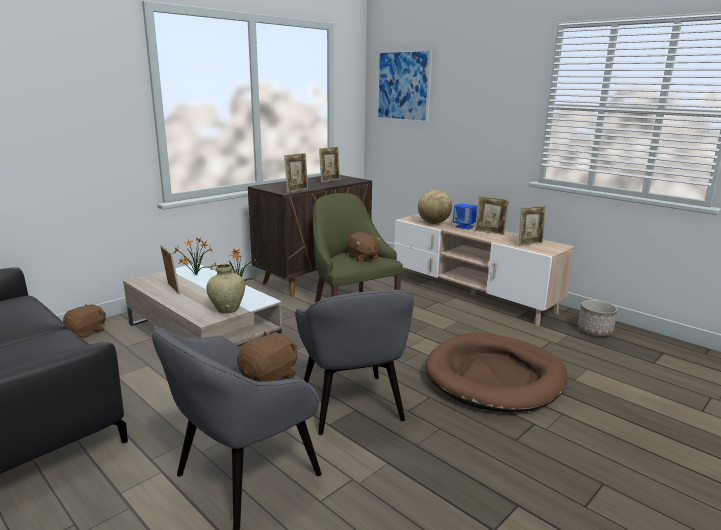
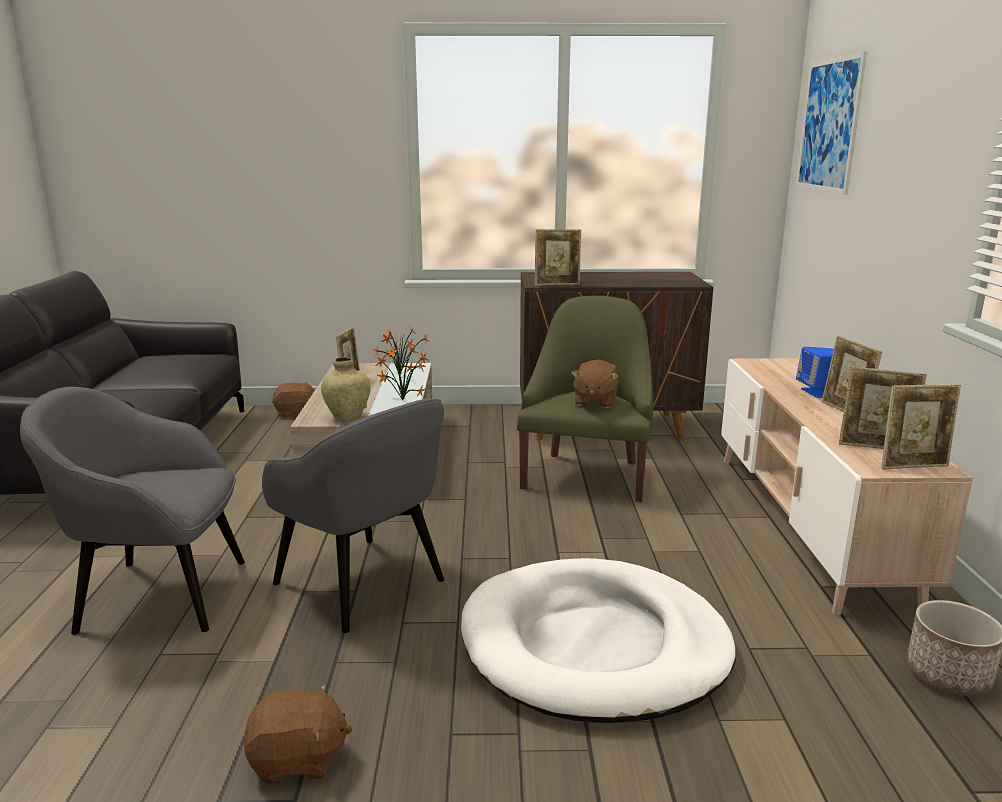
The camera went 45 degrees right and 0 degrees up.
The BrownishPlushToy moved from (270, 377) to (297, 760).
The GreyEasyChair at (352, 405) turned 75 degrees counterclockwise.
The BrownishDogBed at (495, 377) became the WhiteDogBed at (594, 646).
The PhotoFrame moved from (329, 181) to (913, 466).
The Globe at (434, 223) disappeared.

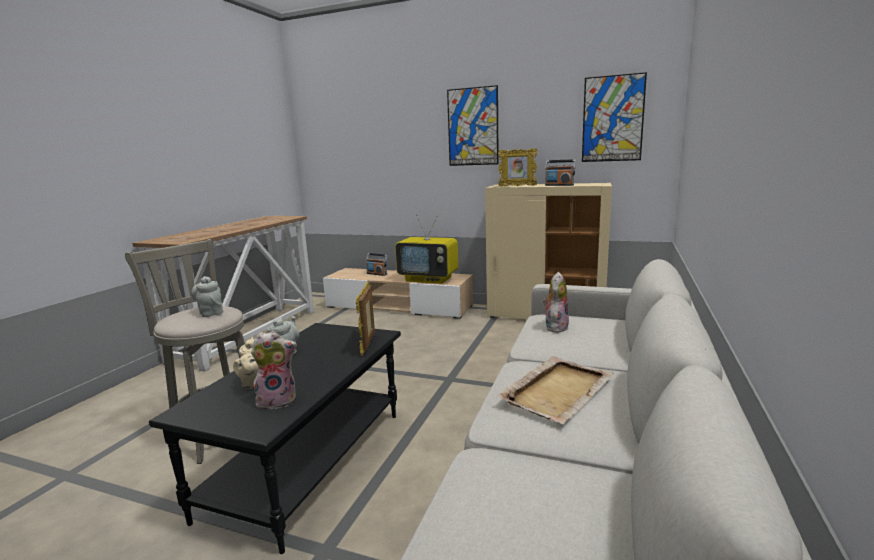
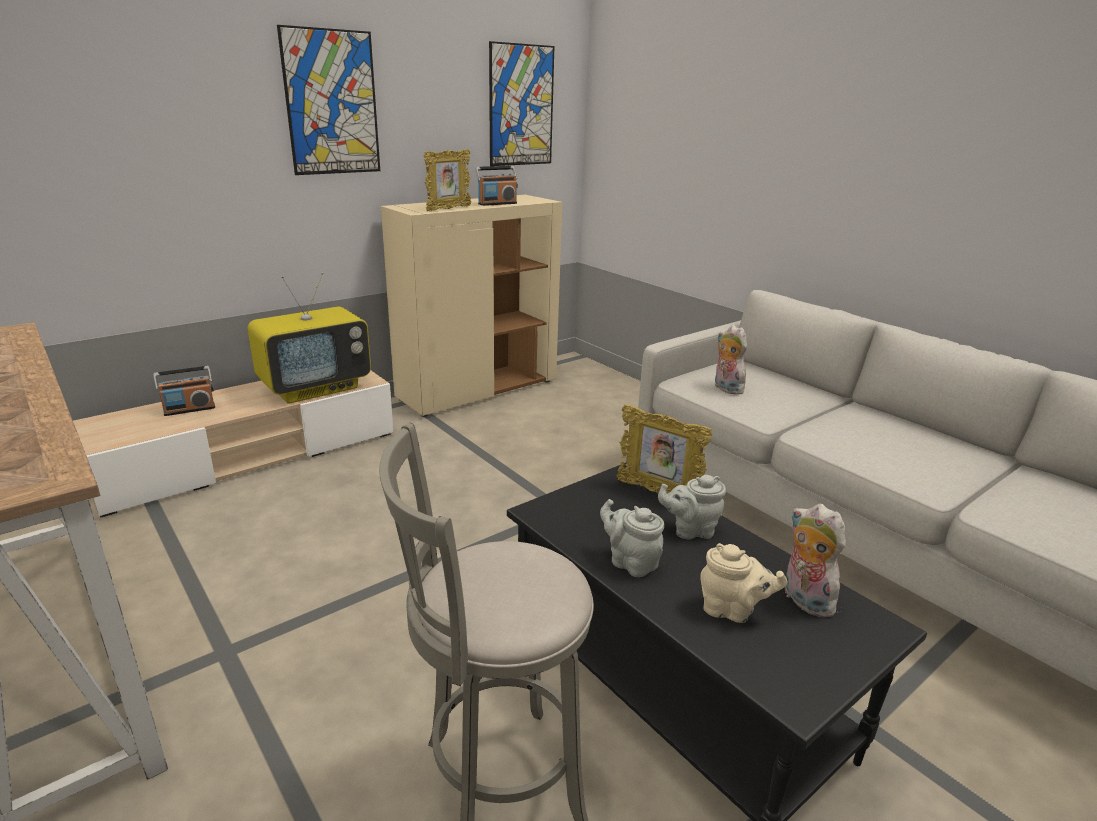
The camera went 60 degrees left and 10 degrees up.
The GreyTeaPot moved from (210, 312) to (690, 530).
The PlushToy at (278, 400) turned 45 degrees counterclockwise.
The BeigeColouredCarryingTray at (558, 390) disappeared.

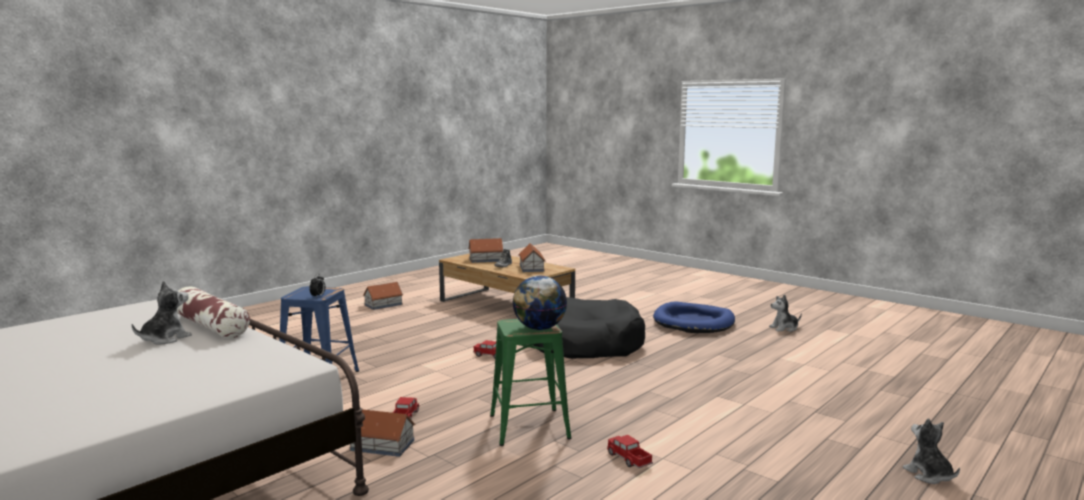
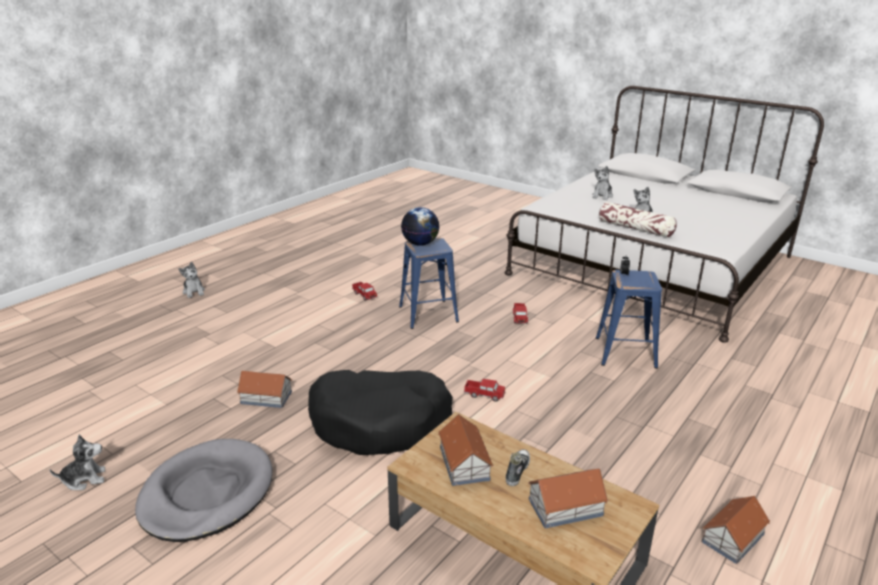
The camera went 175 degrees right and 15 degrees up.
The BluishDogBed at (694, 322) became the GreyDogBed at (207, 493).
The ToyHouse moved from (382, 445) to (265, 397).
The GreenStool at (529, 426) became the BluishStool at (428, 314).
The PlushToy at (602, 196) appeared.

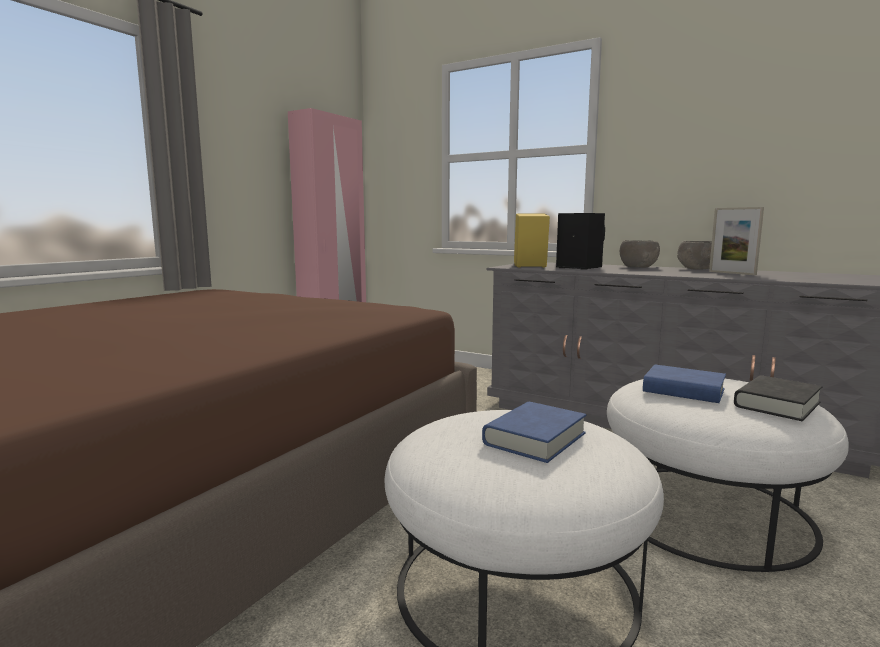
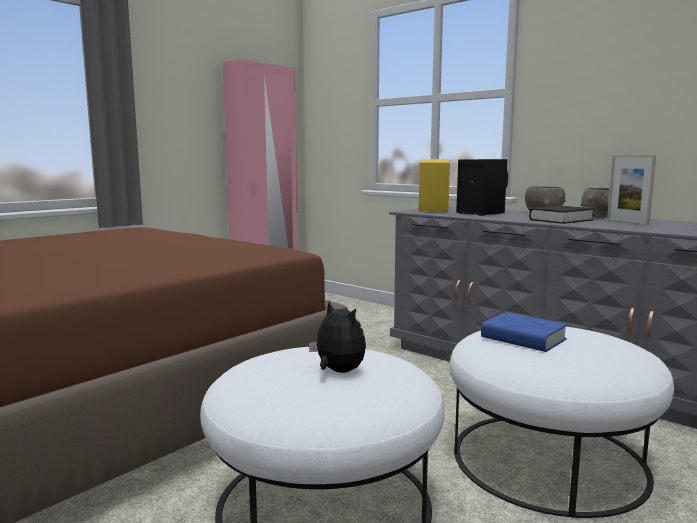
The camera went 10 degrees right and 0 degrees up.
The BluishVolume at (535, 439) was replaced by the PlushToy at (338, 372).
The BlackishVolume moved from (777, 404) to (561, 220).

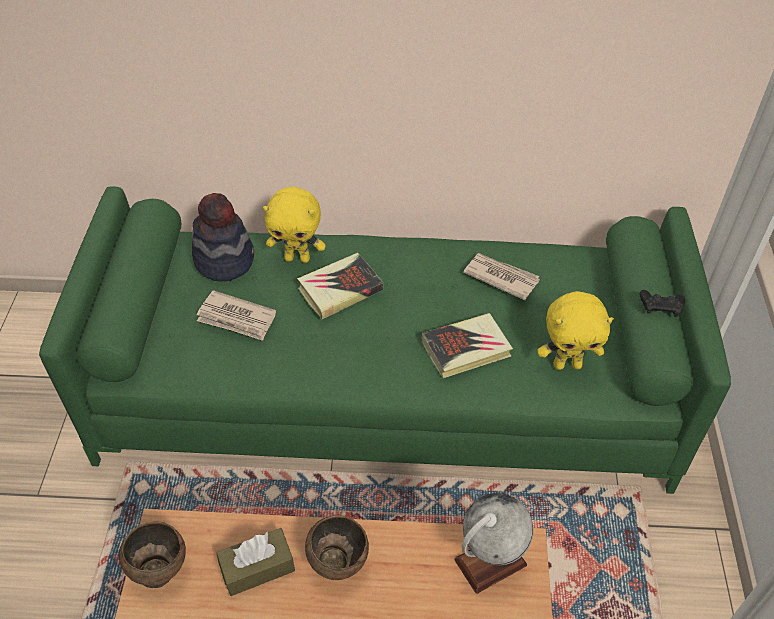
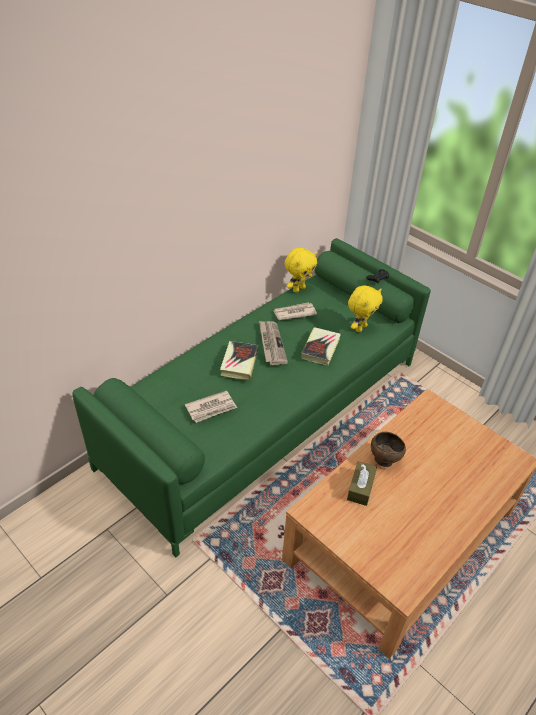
The camera went 50 degrees left and 5 degrees down.
The PrintedPaper at (271, 343) appeared.
The YellowishPlushToy moved from (298, 258) to (298, 289).
The BrownishDeepDish at (159, 570) disappeared.
The Hat at (225, 259) disappeared.
The Globe at (490, 562) disappeared.

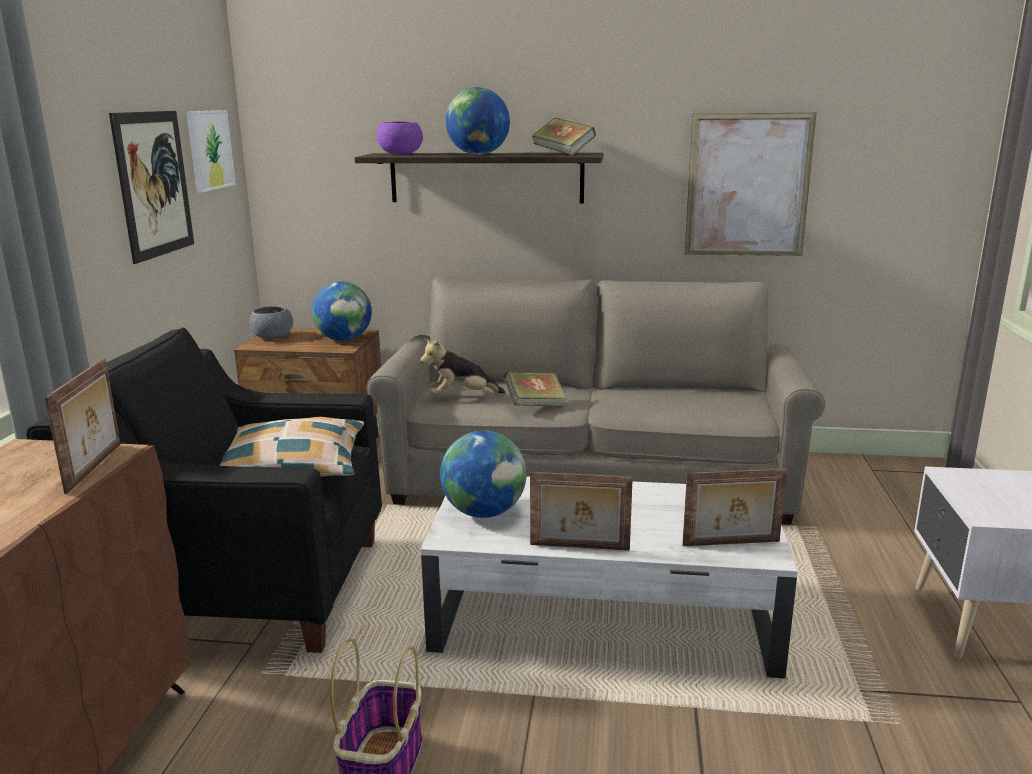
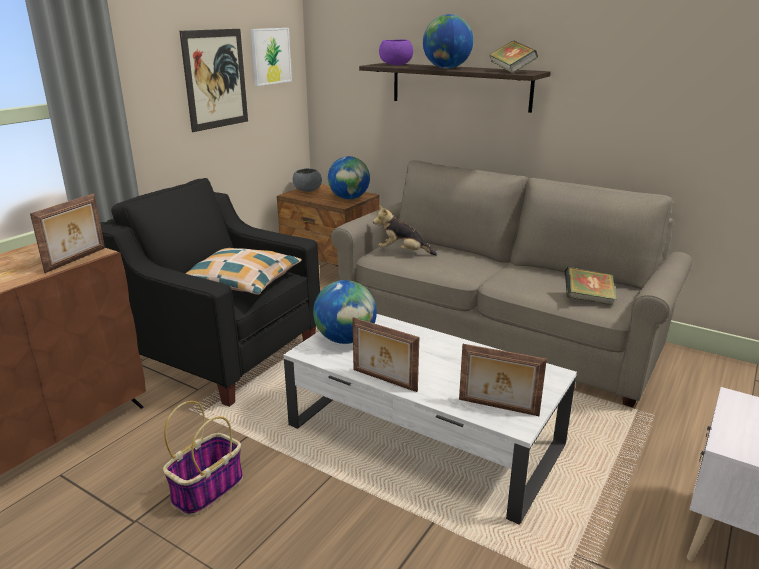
The camera went 25 degrees right and 5 degrees up.
The Volume moved from (535, 405) to (587, 300).
The WallArt at (748, 185) disappeared.

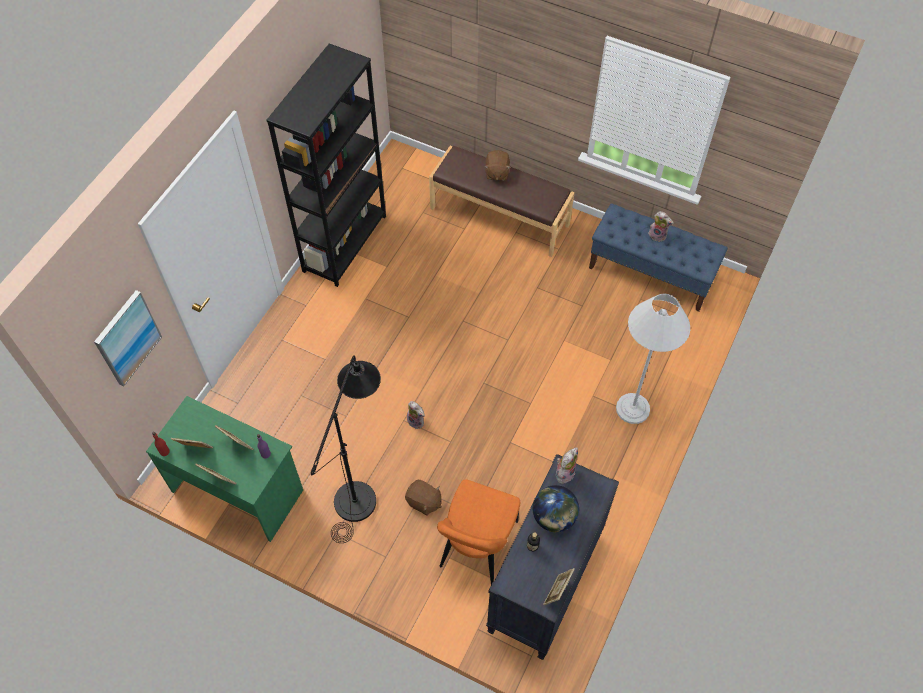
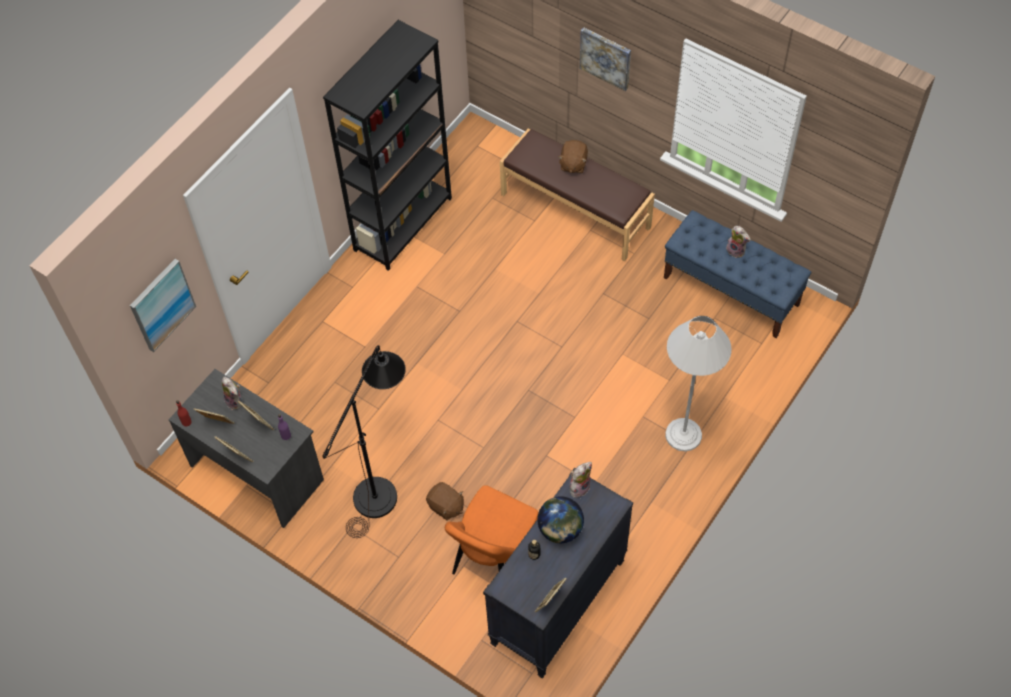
The camera went 10 degrees right and 0 degrees up.
The GreenDesk at (238, 489) became the GreyDesk at (257, 471).
The PlushToy moved from (417, 421) to (235, 401).
The WallArt at (606, 57) appeared.

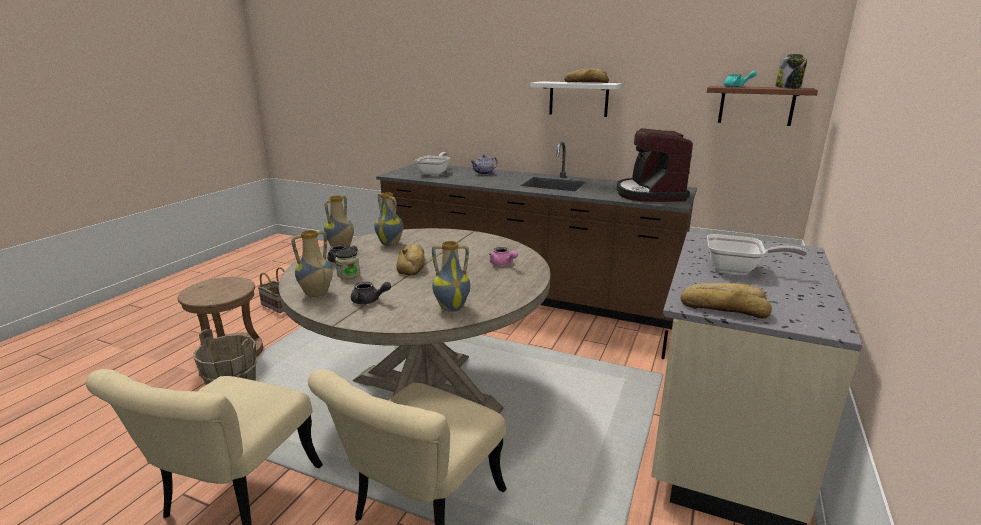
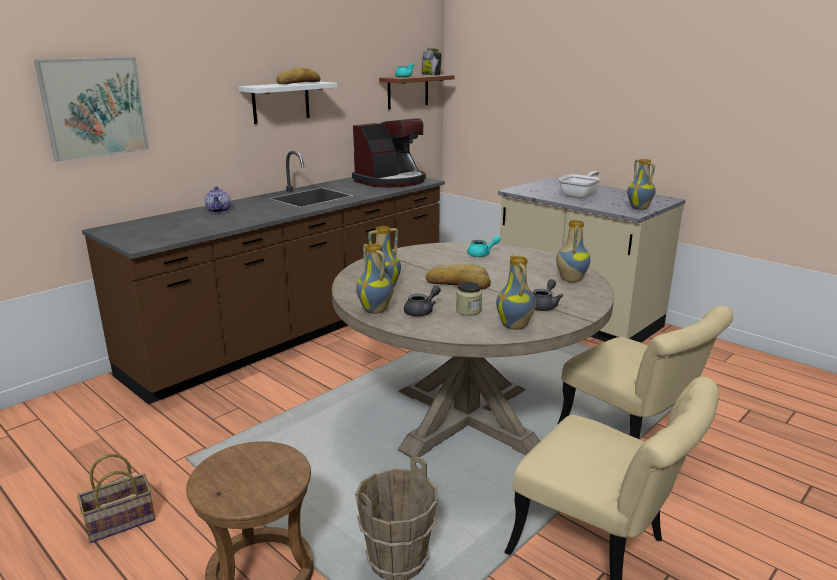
The camera went 70 degrees left and 0 degrees up.
The WallArt at (94, 107) appeared.
The CoffeeMaker at (650, 194) turned 60 degrees counterclockwise.
The PinkishTeaPot at (503, 264) became the TurquoiseTeaPot at (482, 254).
The Bread at (724, 307) was replaced by the FlowerVase at (639, 208).
The Skillet at (435, 172) disappeared.

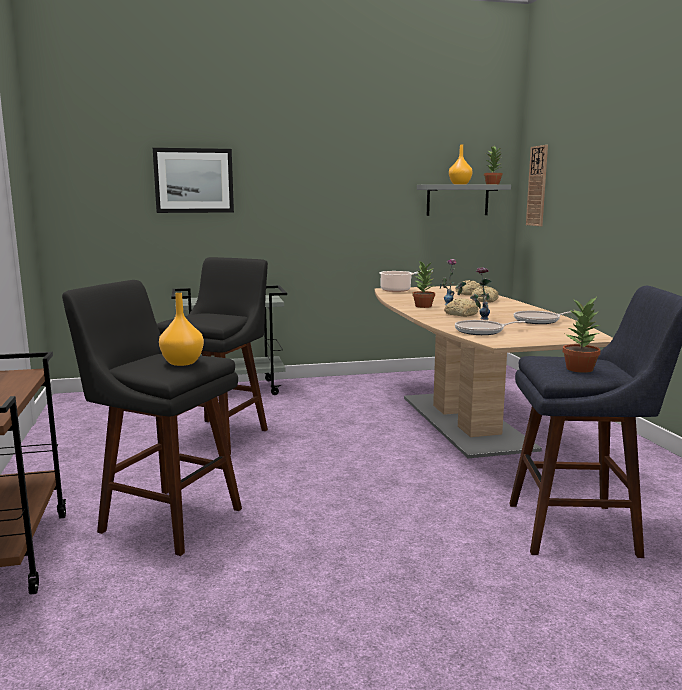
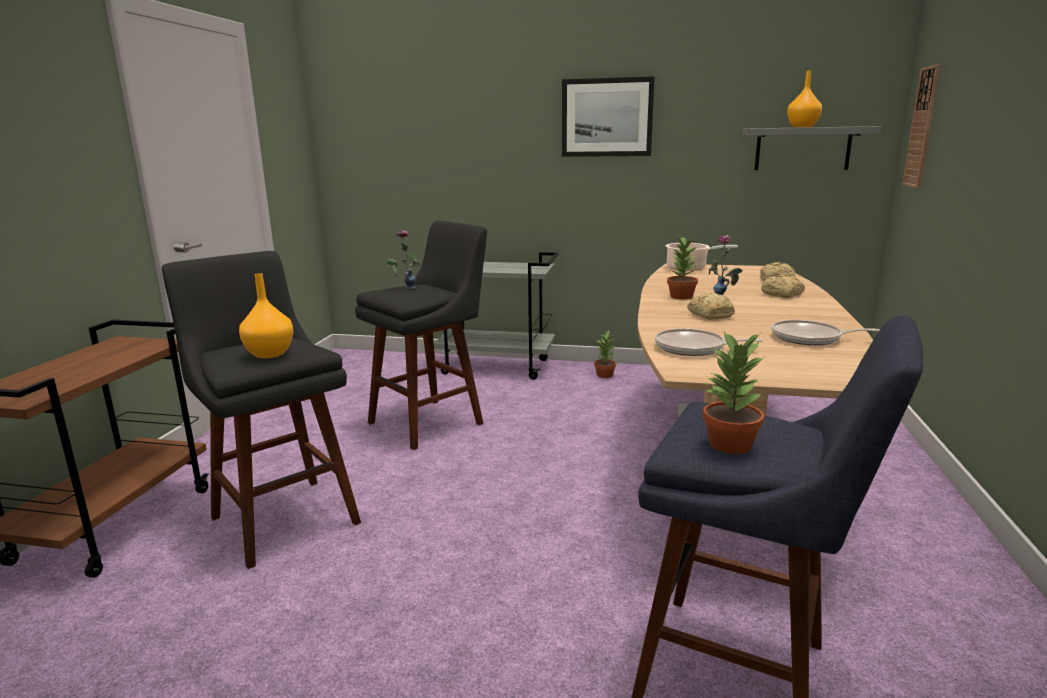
The camera went 25 degrees right and 5 degrees up.
The FlowerVase moved from (479, 319) to (404, 288).
The WallArt moved from (194, 180) to (607, 117).
The PlantInAPot moved from (493, 184) to (605, 375).

